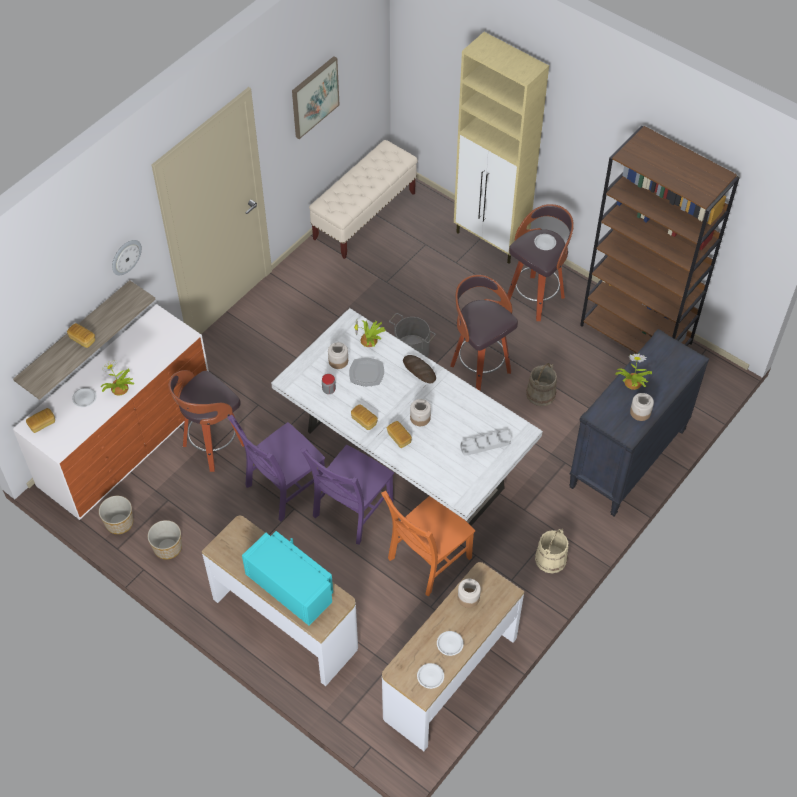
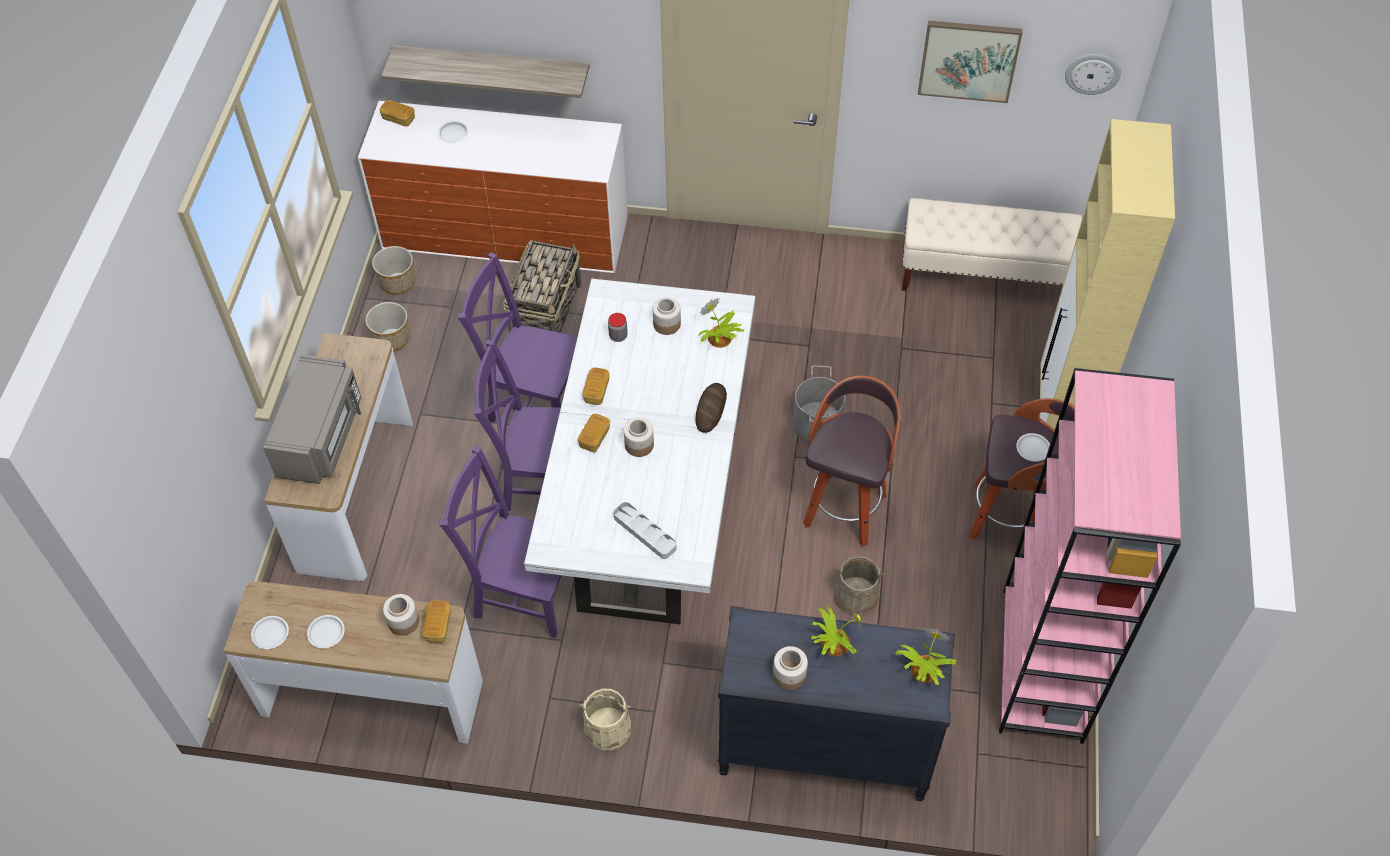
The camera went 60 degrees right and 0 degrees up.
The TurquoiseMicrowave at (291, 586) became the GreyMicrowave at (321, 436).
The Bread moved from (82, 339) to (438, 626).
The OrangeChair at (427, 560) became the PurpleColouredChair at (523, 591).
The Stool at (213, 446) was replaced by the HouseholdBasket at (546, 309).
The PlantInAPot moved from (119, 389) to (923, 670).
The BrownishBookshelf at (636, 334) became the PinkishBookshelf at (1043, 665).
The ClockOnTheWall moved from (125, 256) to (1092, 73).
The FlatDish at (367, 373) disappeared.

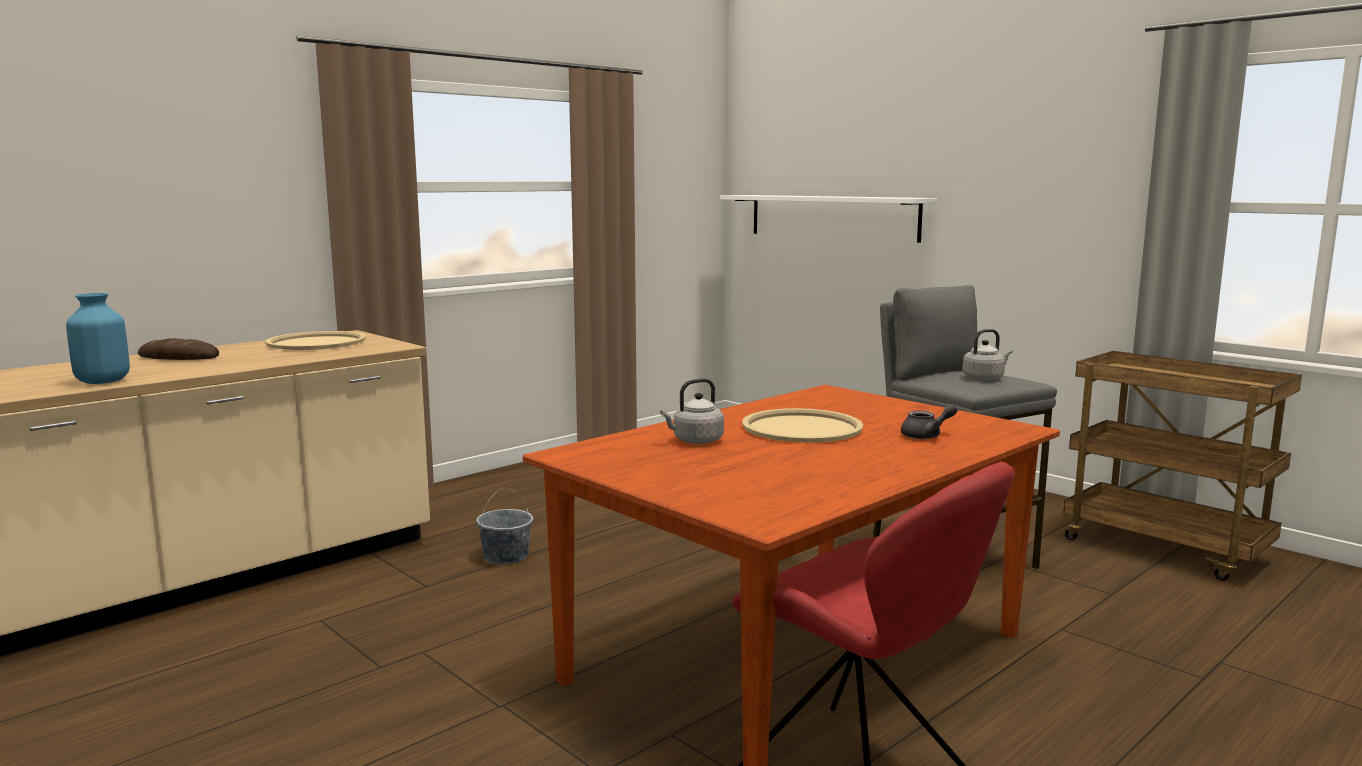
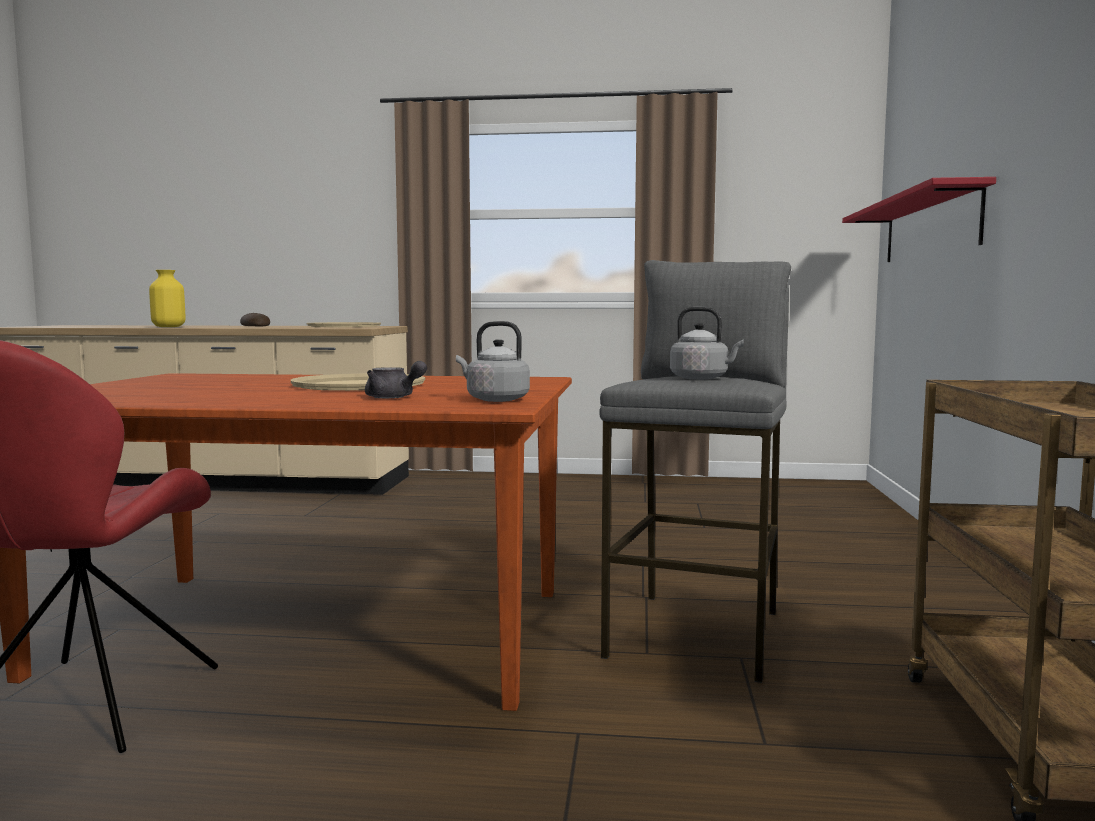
The camera went 50 degrees right and 5 degrees down.
The BluishFlowerVase at (103, 381) became the YellowishFlowerVase at (168, 327).
The GreyWaterKettle moved from (695, 441) to (494, 399).
The WhiteBracketShelf at (832, 217) became the RedBracketShelf at (929, 227).
The GreyBucket at (505, 556) disappeared.

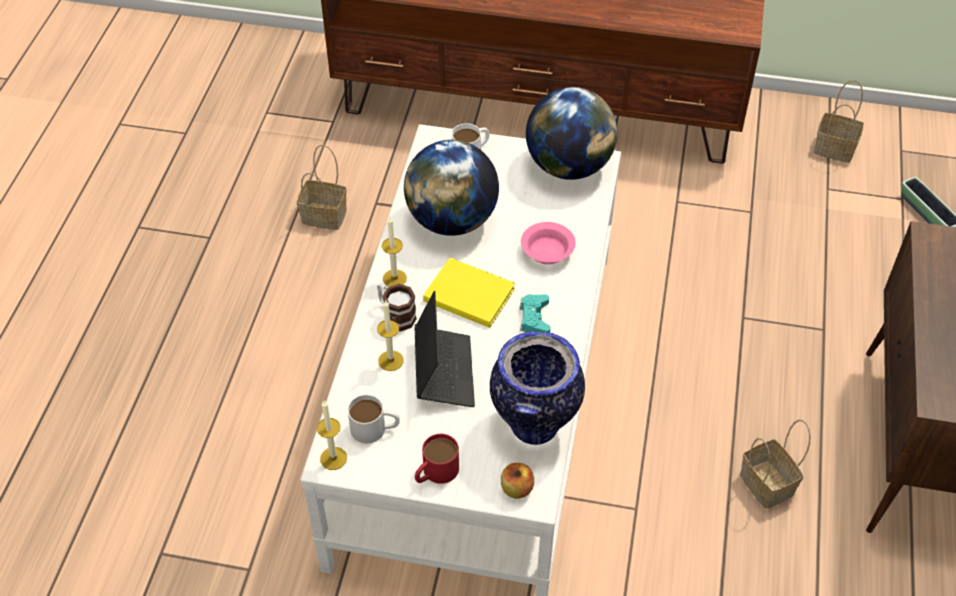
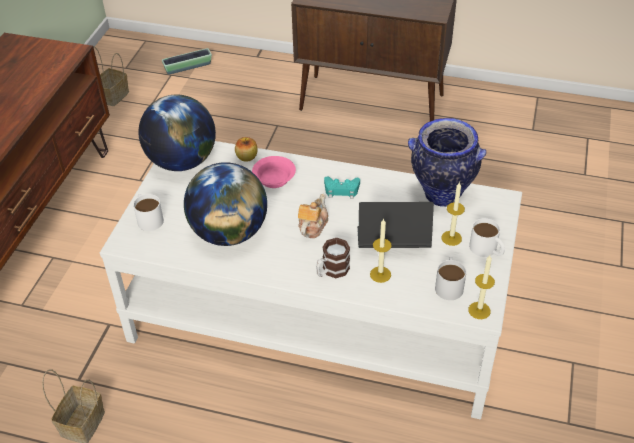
The camera went 85 degrees left and 5 degrees down.
The WholeApple moved from (517, 489) to (246, 157).
The YellowishVolume at (467, 293) was replaced by the TeaPot at (312, 226).
The WaxLight moved from (394, 278) to (451, 238).
The RedCoffeeMug at (435, 472) became the WhiteCoffeeMug at (487, 250).
The HouseholdBasket at (768, 485) disappeared.

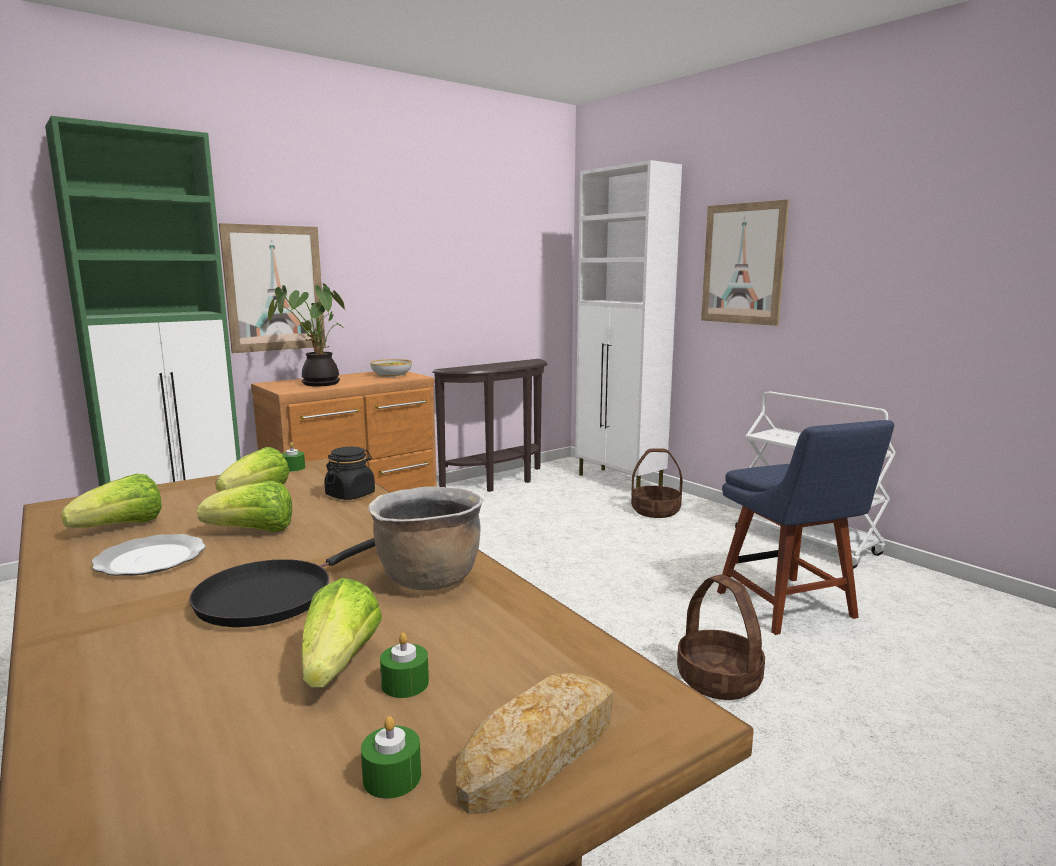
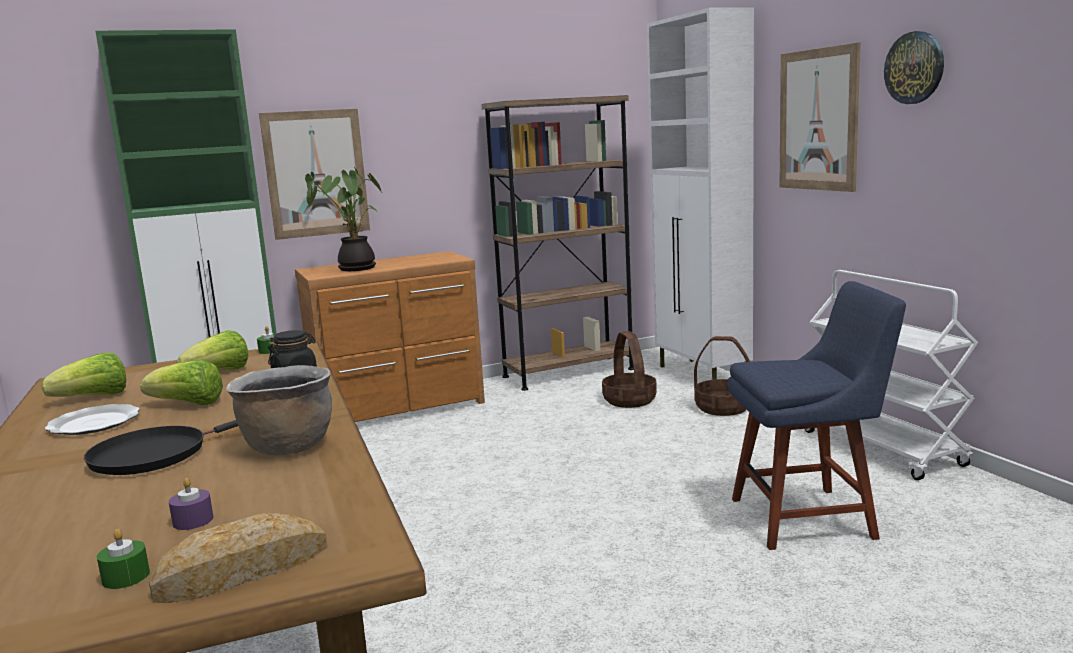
The camera went 15 degrees right and 0 degrees up.
The GreenWaxLight at (405, 683) became the PurpleColouredWaxLight at (193, 520).
The BrownishConsoleTable at (500, 482) was replaced by the BrownishBookshelf at (568, 373).
The HouseholdBasket moved from (719, 680) to (630, 400).
The BluishChair at (789, 607) turned 90 degrees counterclockwise.
The ClockOnTheWall at (914, 68) appeared.
The HeadOfLettuce at (339, 664) disappeared.
The DeepDish at (391, 374) disappeared.

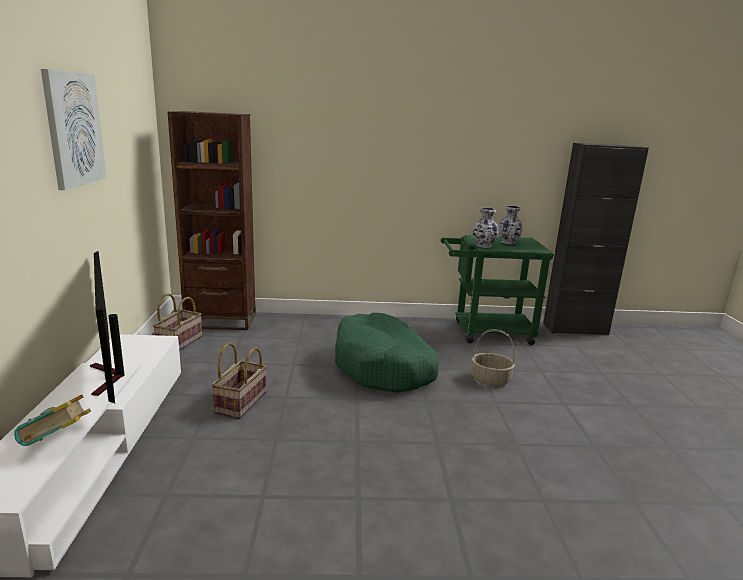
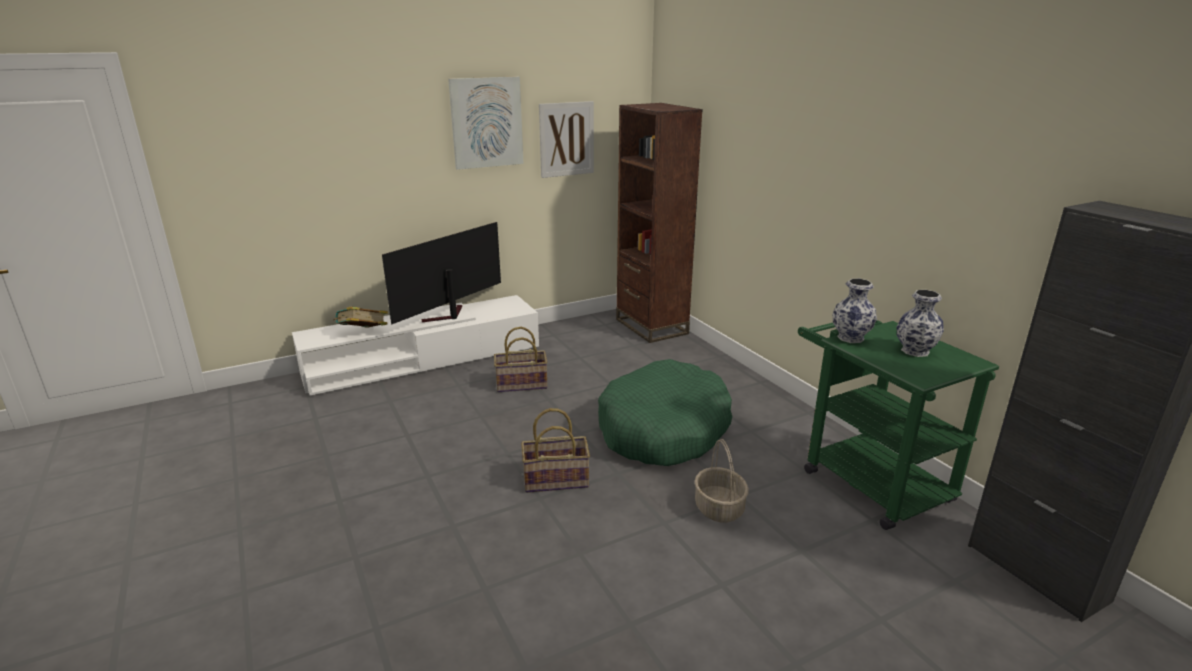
The camera went 65 degrees right and 5 degrees up.
The HouseholdBasket moved from (179, 342) to (556, 479).
The WallArt at (566, 139) appeared.

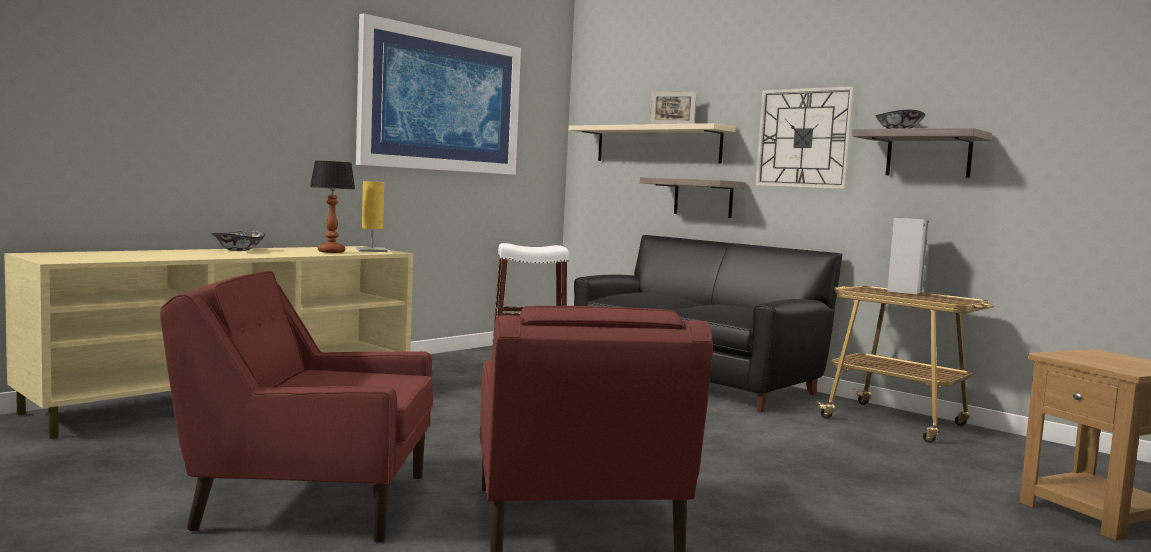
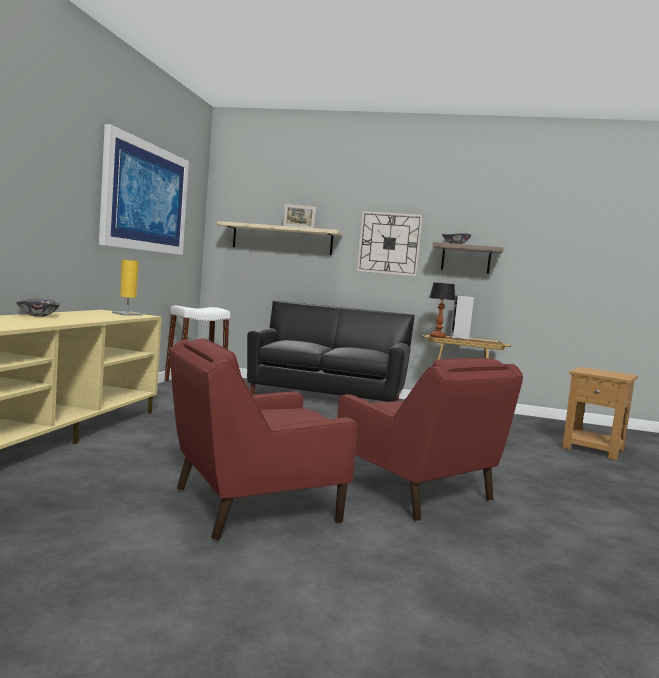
The camera went 30 degrees left and 0 degrees up.
The TabletopLamp moved from (330, 252) to (438, 337).
The BracketShelf at (703, 198) disappeared.

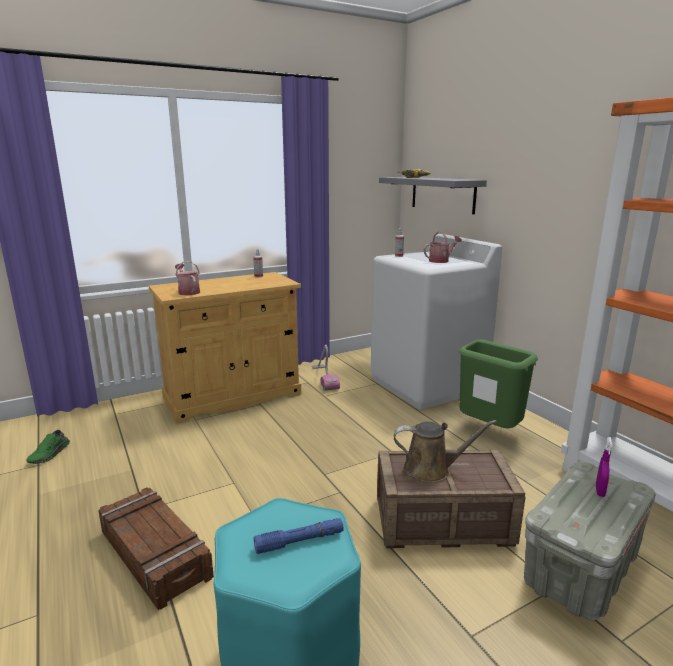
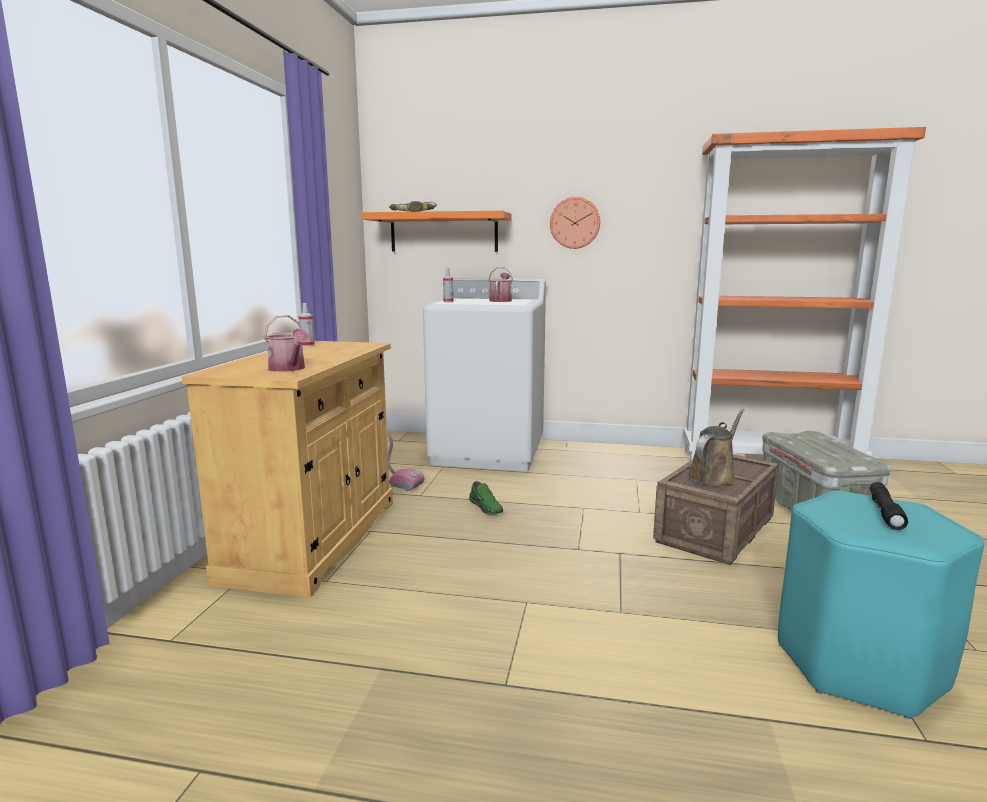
The camera went 50 degrees left and 5 degrees down.
The SprinklingCan at (188, 292) turned 135 degrees counterclockwise.
The GreyBracketShelf at (442, 194) became the OrangeBracketShelf at (443, 232).
The GreenShoe moved from (50, 454) to (486, 507).
The ClockOnTheWall at (575, 223) appeared.
The BluishHandTorch at (300, 541) became the BlackishHandTorch at (885, 512).
The PackingCrate at (155, 553) disappeared.
The GreenWasteBin at (489, 430) disappeared.
The PurpleColouredSprayBottle at (600, 491) disappeared.

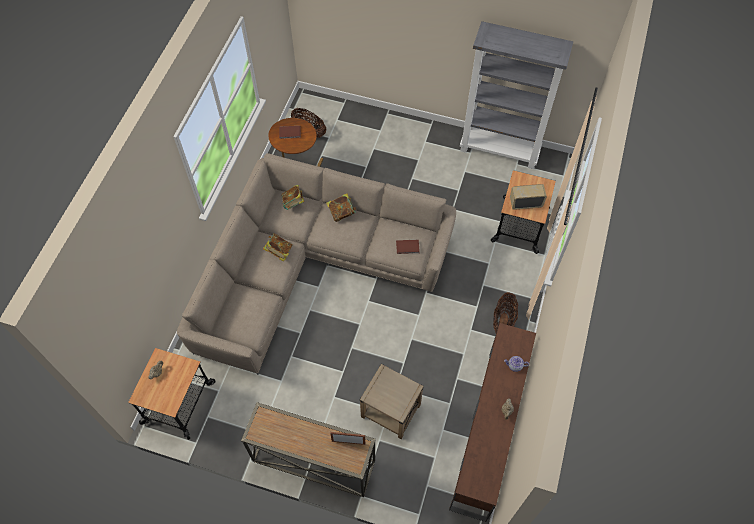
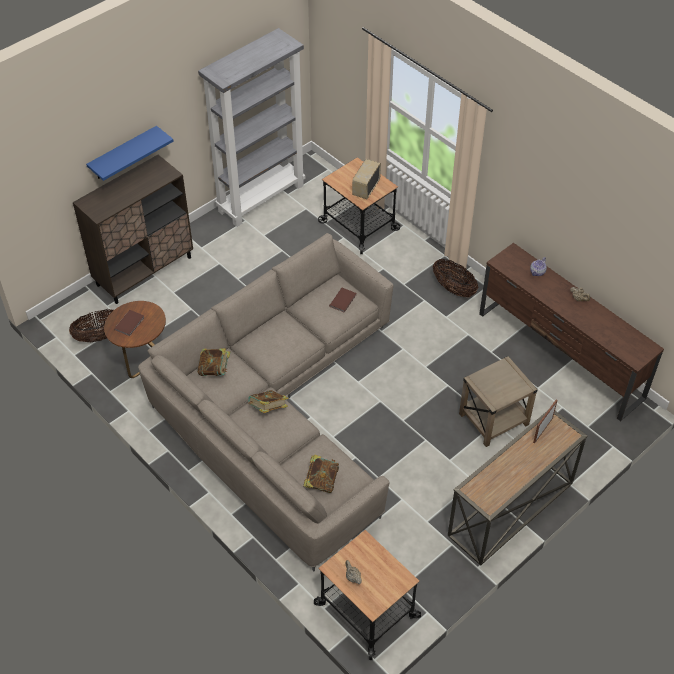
The camera went 60 degrees left and 10 degrees down.
The BrownishCabinet at (144, 271) appeared.
The BluishBracketShelf at (123, 153) appeared.
The Volume moved from (342, 213) to (321, 481).

